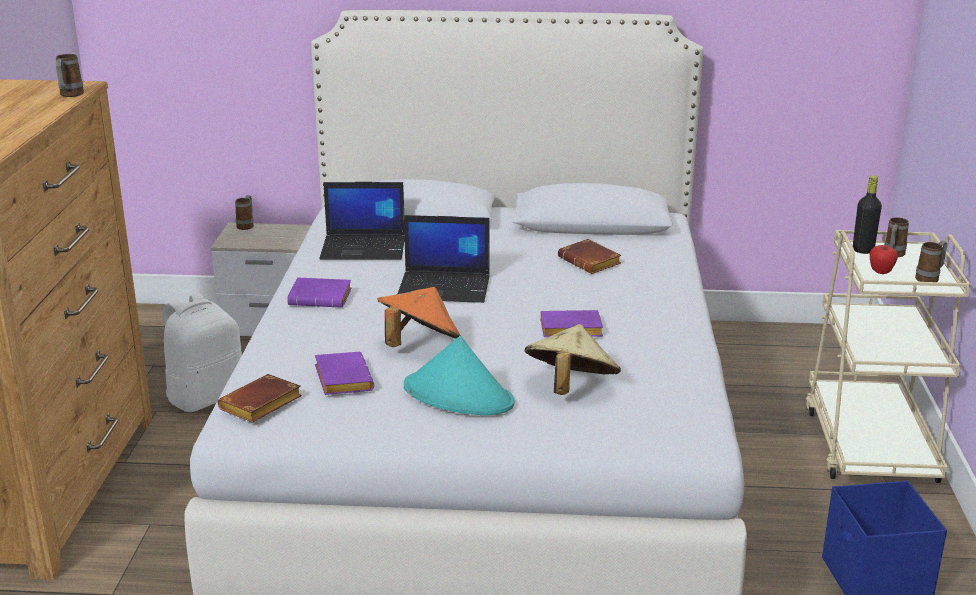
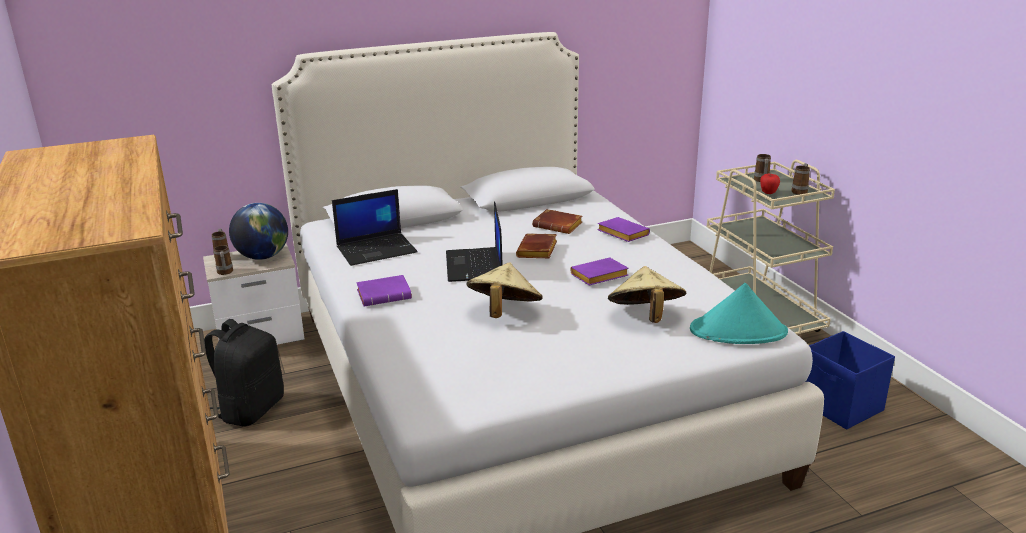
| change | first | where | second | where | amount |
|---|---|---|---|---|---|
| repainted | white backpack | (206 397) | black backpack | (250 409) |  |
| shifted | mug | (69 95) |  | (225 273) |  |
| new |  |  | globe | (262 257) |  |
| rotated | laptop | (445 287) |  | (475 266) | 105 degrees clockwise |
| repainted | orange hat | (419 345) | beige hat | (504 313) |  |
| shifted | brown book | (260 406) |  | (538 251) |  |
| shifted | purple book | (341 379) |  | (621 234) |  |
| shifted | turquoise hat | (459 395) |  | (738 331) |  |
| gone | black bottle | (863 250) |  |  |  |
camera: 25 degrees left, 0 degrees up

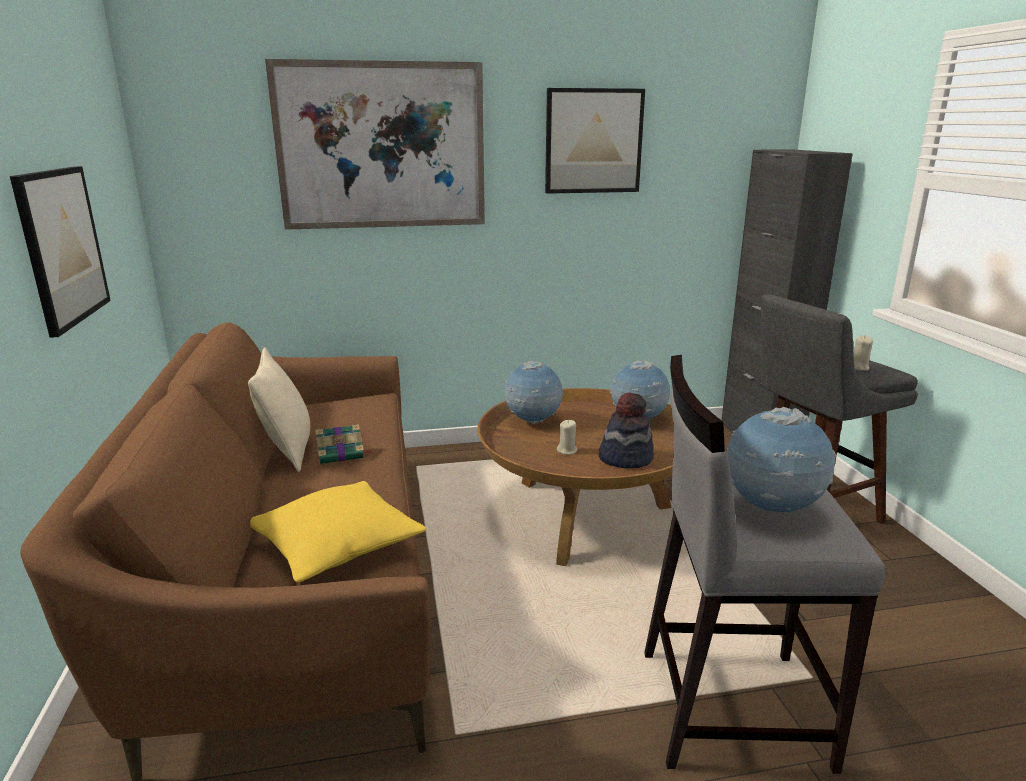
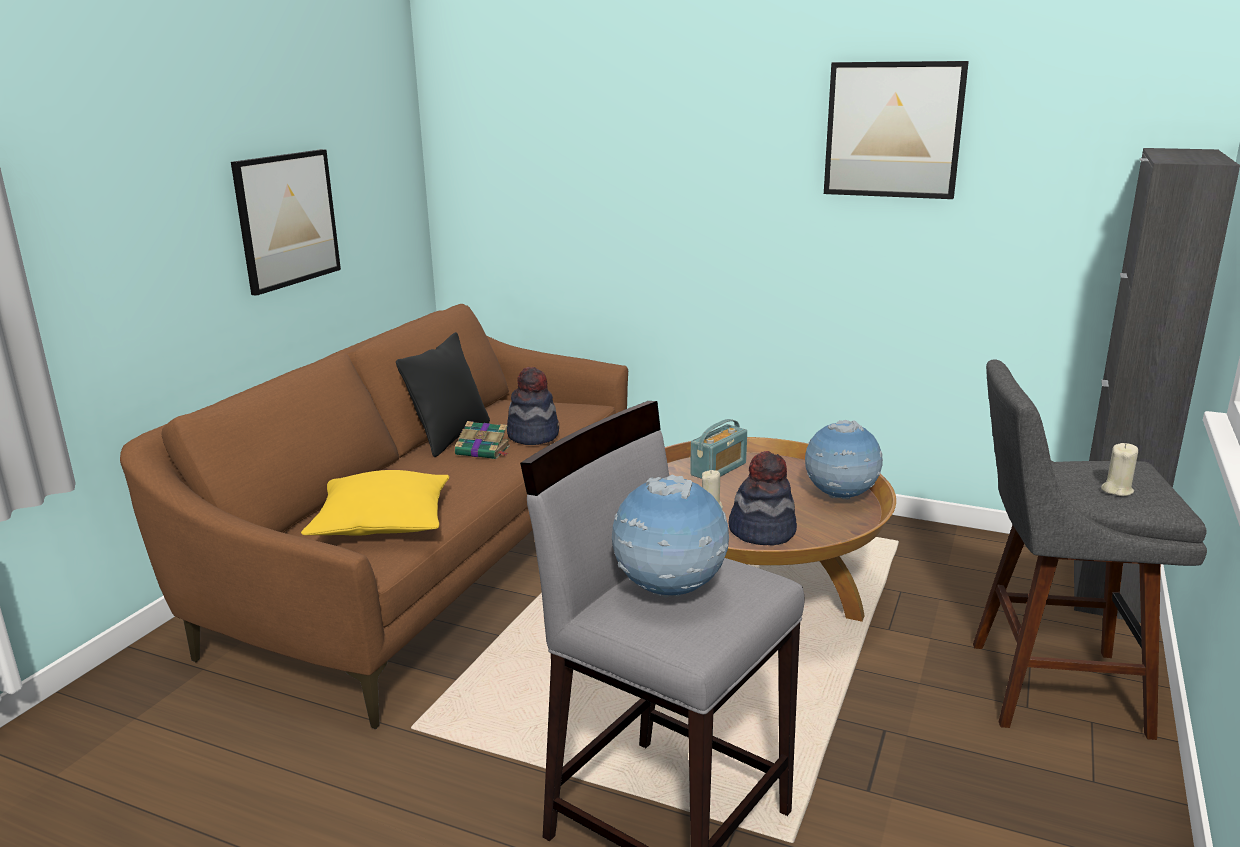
| change | first | where | second | where | amount |
|---|---|---|---|---|---|
| repainted | beige pillow | (288 450) | black pillow | (450 437) |  |
| new |  |  | hat | (533 435) |  |
| swapped | globe | (533 422) | radio | (718 469) |  |
| gone | picture | (382 146) |  |  |  |
camera: 35 degrees right, 0 degrees up

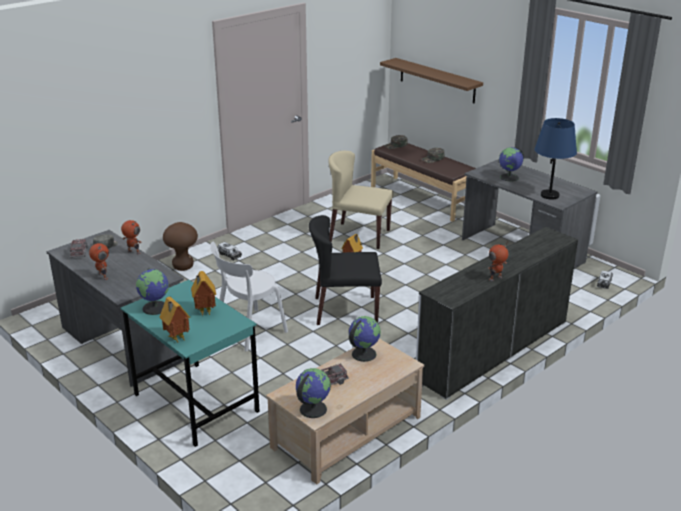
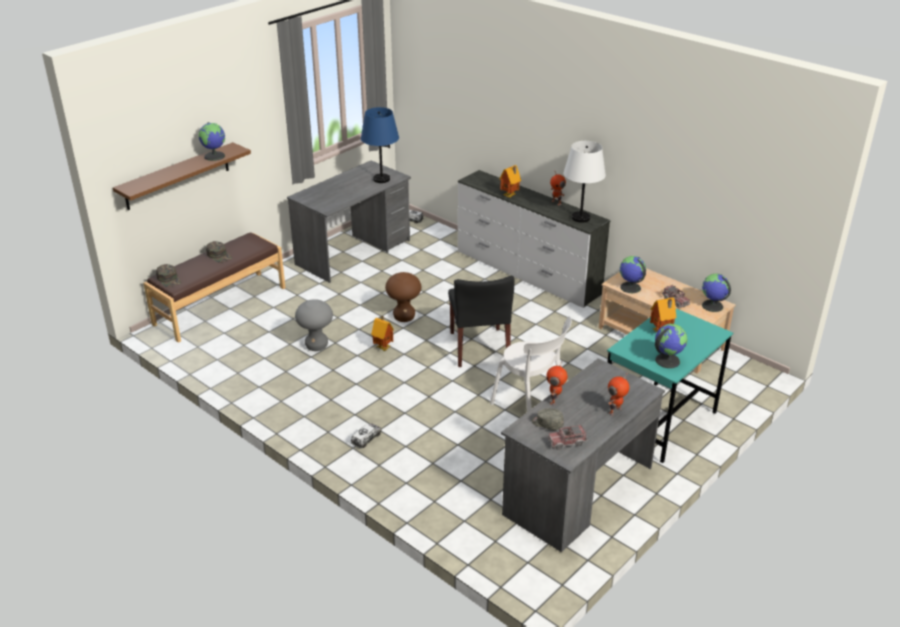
| change | first | where | second | where | amount |
|---|---|---|---|---|---|
| shifted | globe | (509 177) |  | (215 156) |  |
| swapped | beige chair | (359 236) | grey stool | (316 346) |  |
| shifted | brown stool | (183 266) |  | (404 317) |  |
| shifted | toy house | (176 338) |  | (510 196) |  |
| new |  |  | white table lamp | (581 218) |  |
camera: 95 degrees left, 5 degrees up

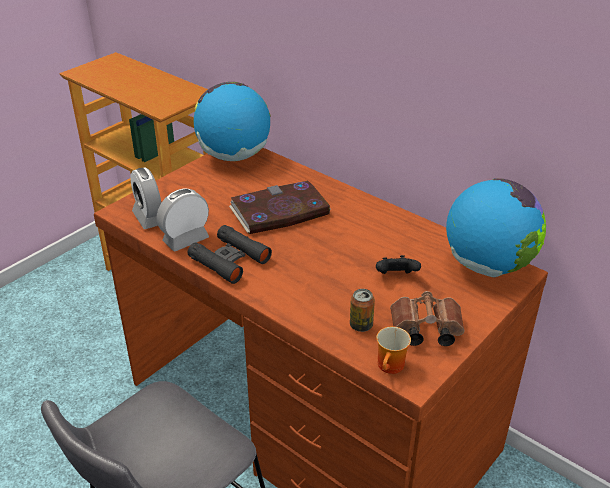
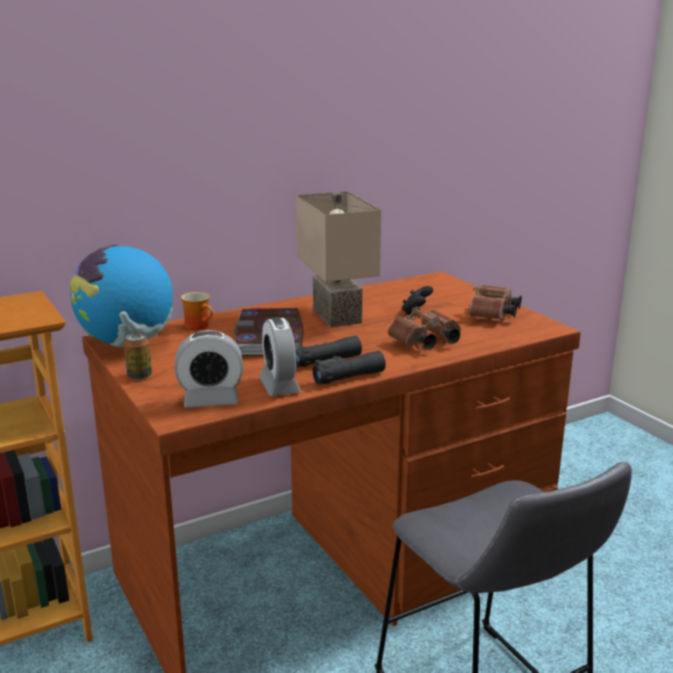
| change | first | where | second | where | amount |
|---|---|---|---|---|---|
| shifted | can | (361 325) |  | (139 376) |  |
| shifted | mug | (392 367) |  | (200 326) |  |
| new |  |  | beige table lamp | (340 316) |  |
| new |  |  | brown binoculars | (424 343) |  |
| gone | globe | (488 266) |  |  |  |
camera: 70 degrees left, 15 degrees down

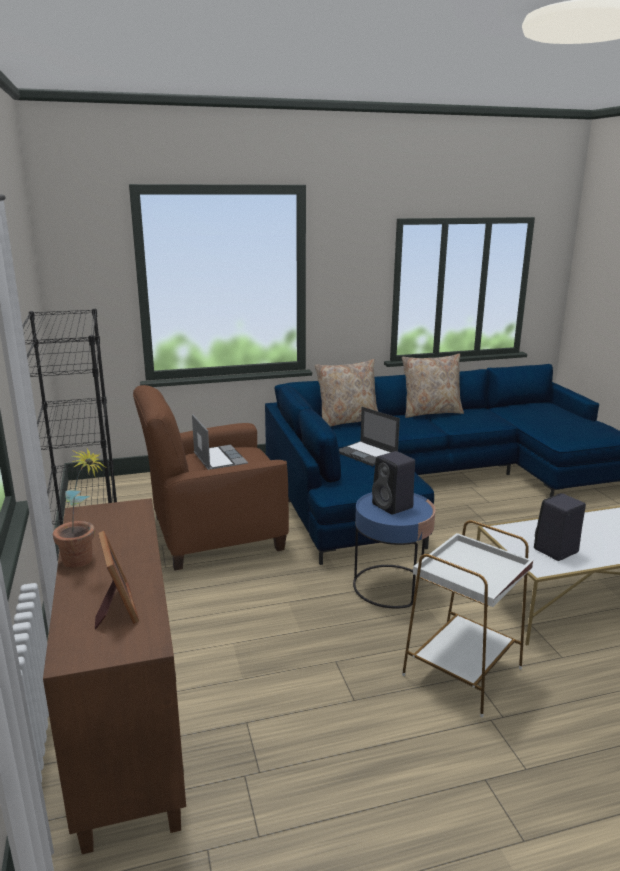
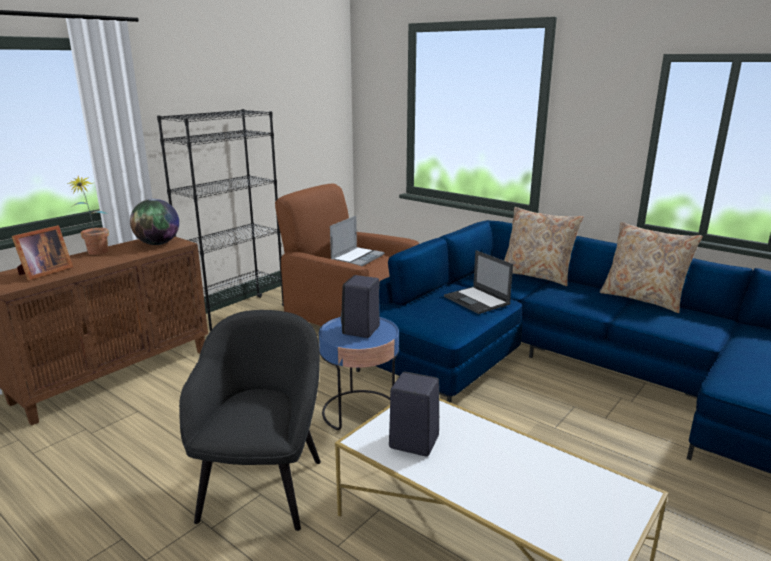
| change | first | where | second | where | amount |
|---|---|---|---|---|---|
| new |  |  | globe | (158 244) |  |
| swapped | white side table | (463 671) | black armchair | (263 487) |  |
| rotated | laptop | (367 454) |  | (477 300) | 45 degrees counterclockwise |
camera: 55 degrees right, 0 degrees up

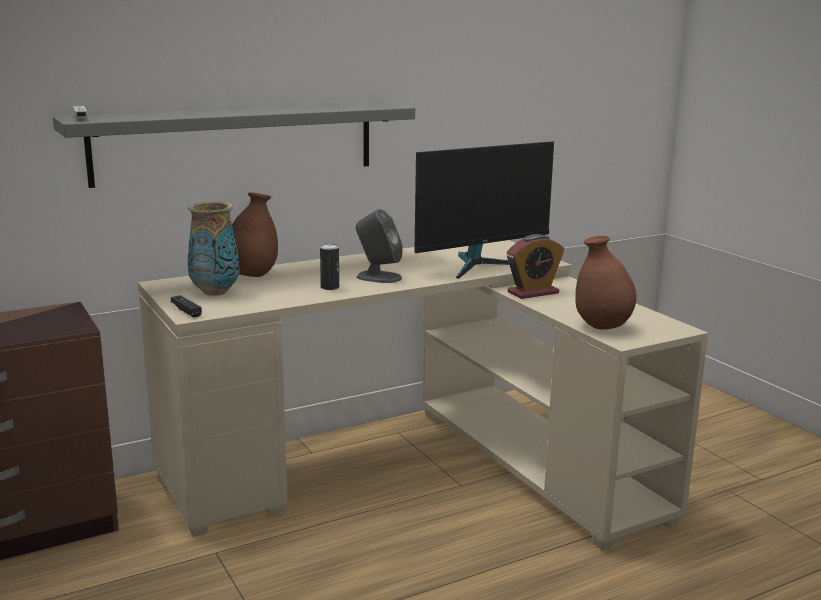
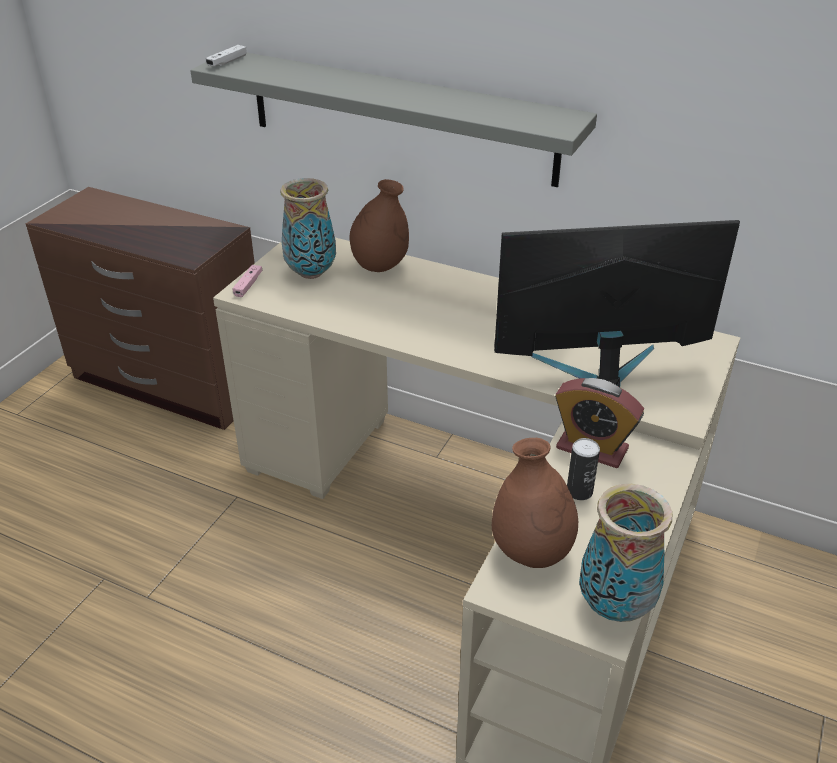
| change | first | where | second | where | amount |
|---|---|---|---|---|---|
| repainted | black game controller | (186 311) | pink game controller | (248 285) |  |
| rotated | monitor | (481 264) |  | (601 373) | 150 degrees clockwise |
| shifted | can | (330 287) |  | (579 491) |  |
| new |  |  | vase | (613 606) |  |
| gone | grey speaker | (378 277) |  |  |  |
camera: 55 degrees right, 20 degrees up

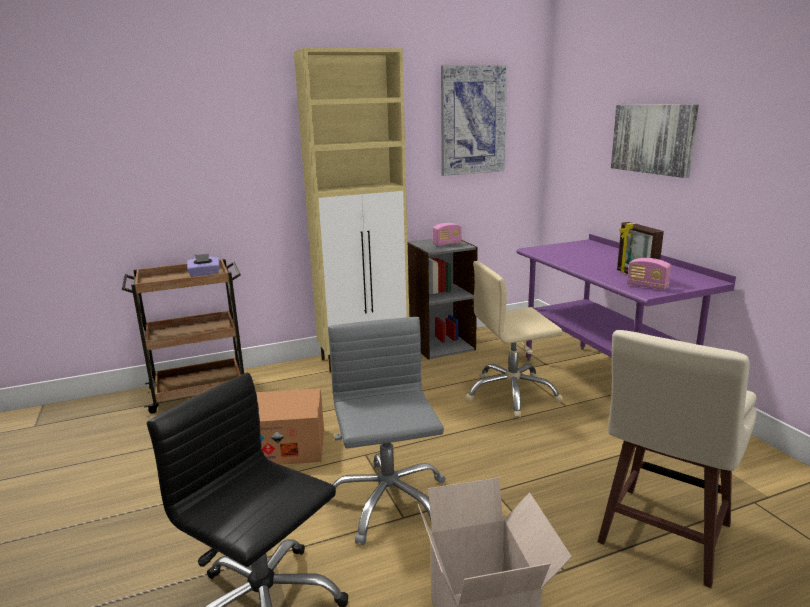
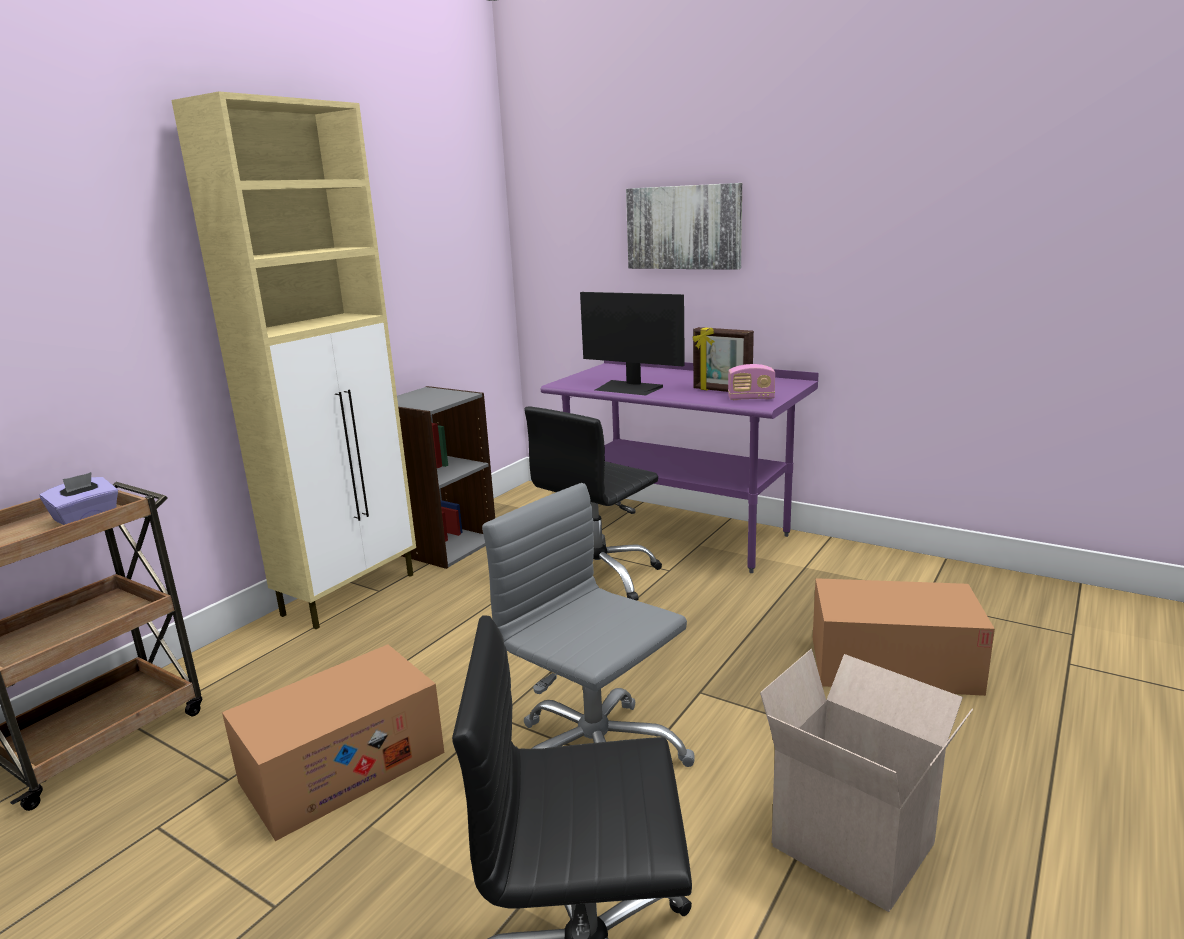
| change | first | where | second | where | amount |
|---|---|---|---|---|---|
| repainted | beige office chair | (511 394) | black office chair | (598 577) |  |
| new |  |  | monitor | (629 388) |  |
| swapped | beige stool | (662 535) | cardboard box | (893 665) |  |
| gone | radio | (447 244) |  |  |  |
| gone | picture | (472 120) |  |  |  |
camera: 35 degrees left, 0 degrees up

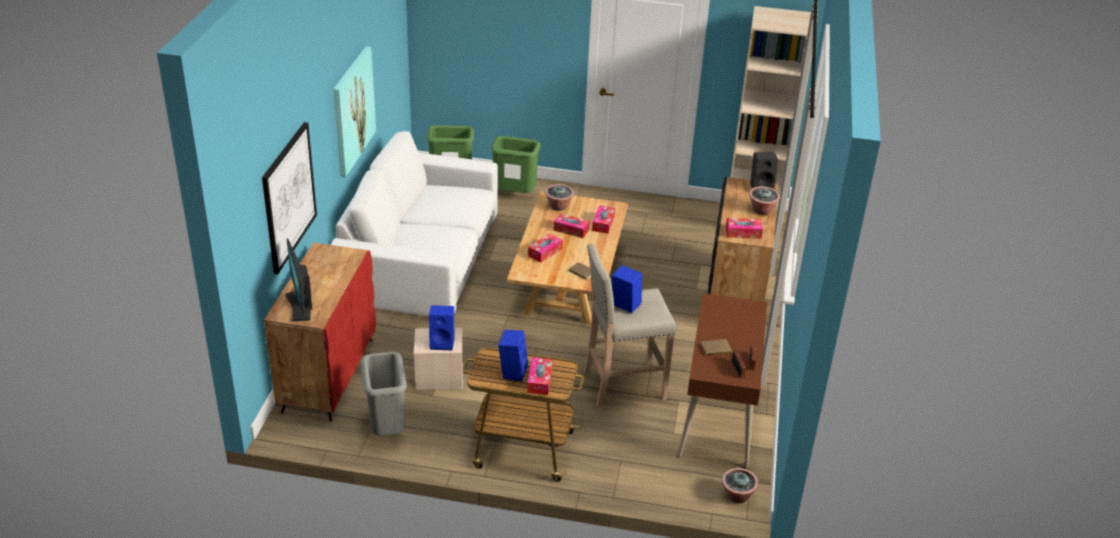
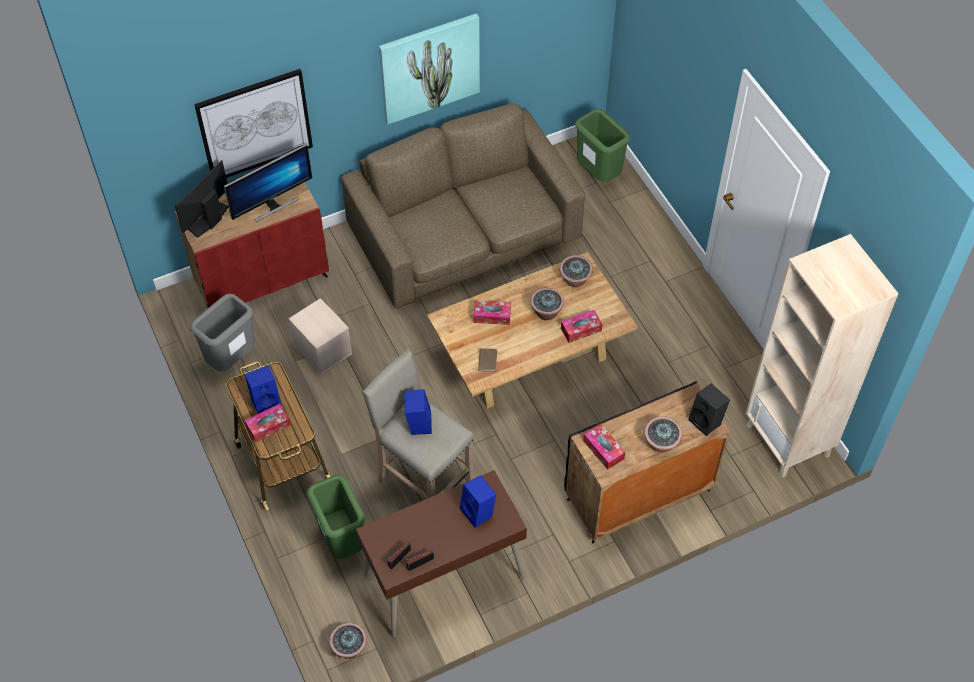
| change | first | where | second | where | amount |
|---|---|---|---|---|---|
| new |  |  | monitor | (272 205) |  |
| shifted | green trash can | (515 196) |  | (343 541) |  |
| repainted | white sofa | (422 259) | brown sofa | (464 233) |  |
| shifted | blue speaker | (443 342) |  | (479 512) |  |
| swapped | tissue box | (571 230) | potted plant | (546 312) |  |
| gone | brown book | (716 349) |  |  |  |
camera: 55 degrees right, 20 degrees up

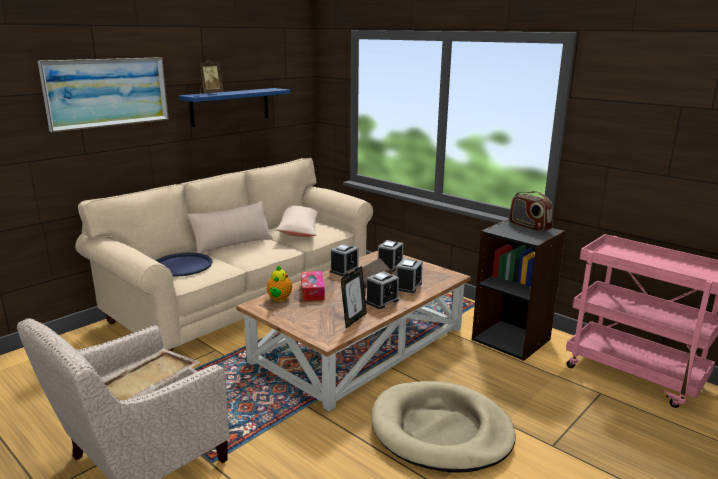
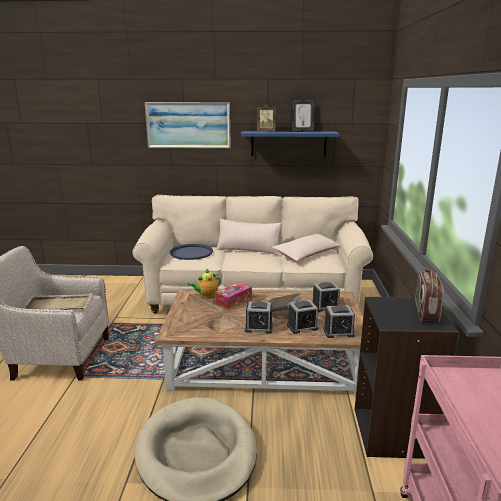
| change | first | where | second | where | amount |
|---|---|---|---|---|---|
| shifted | picture frame | (353 320) |  | (302 131) |  |
| shifted | alarm clock | (344 270) |  | (338 332) |  |
camera: 50 degrees right, 0 degrees up

